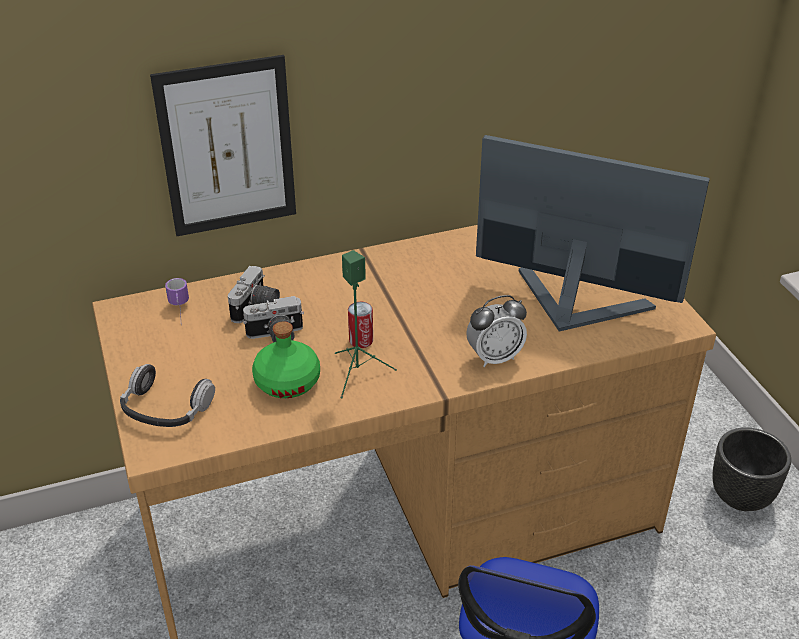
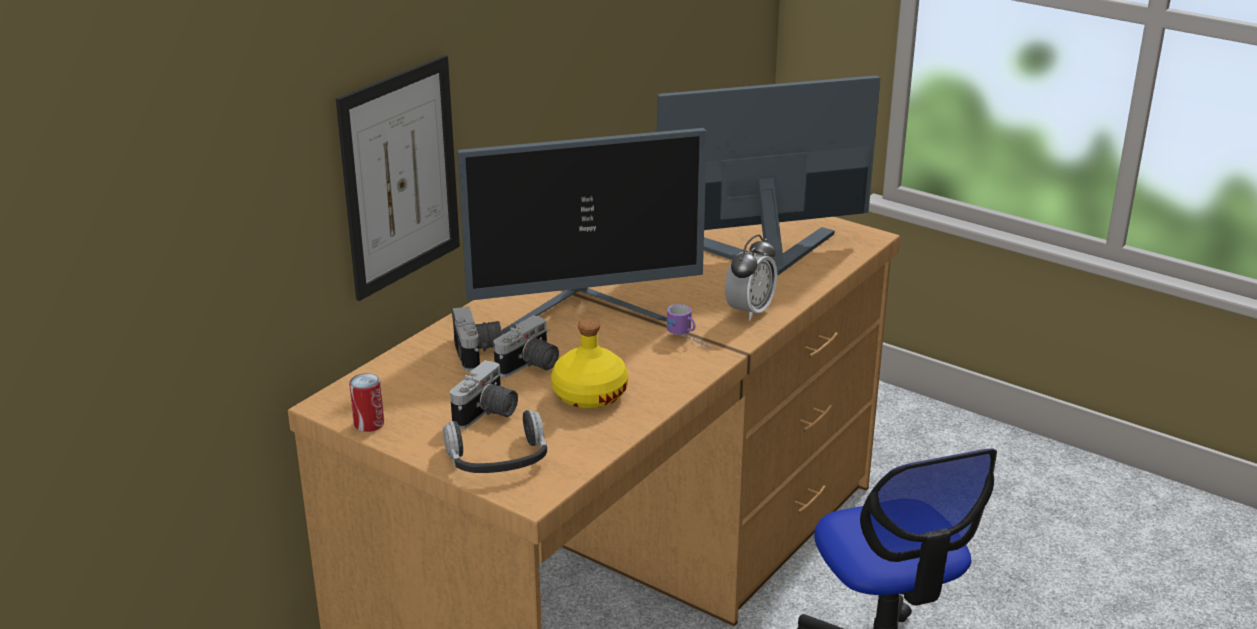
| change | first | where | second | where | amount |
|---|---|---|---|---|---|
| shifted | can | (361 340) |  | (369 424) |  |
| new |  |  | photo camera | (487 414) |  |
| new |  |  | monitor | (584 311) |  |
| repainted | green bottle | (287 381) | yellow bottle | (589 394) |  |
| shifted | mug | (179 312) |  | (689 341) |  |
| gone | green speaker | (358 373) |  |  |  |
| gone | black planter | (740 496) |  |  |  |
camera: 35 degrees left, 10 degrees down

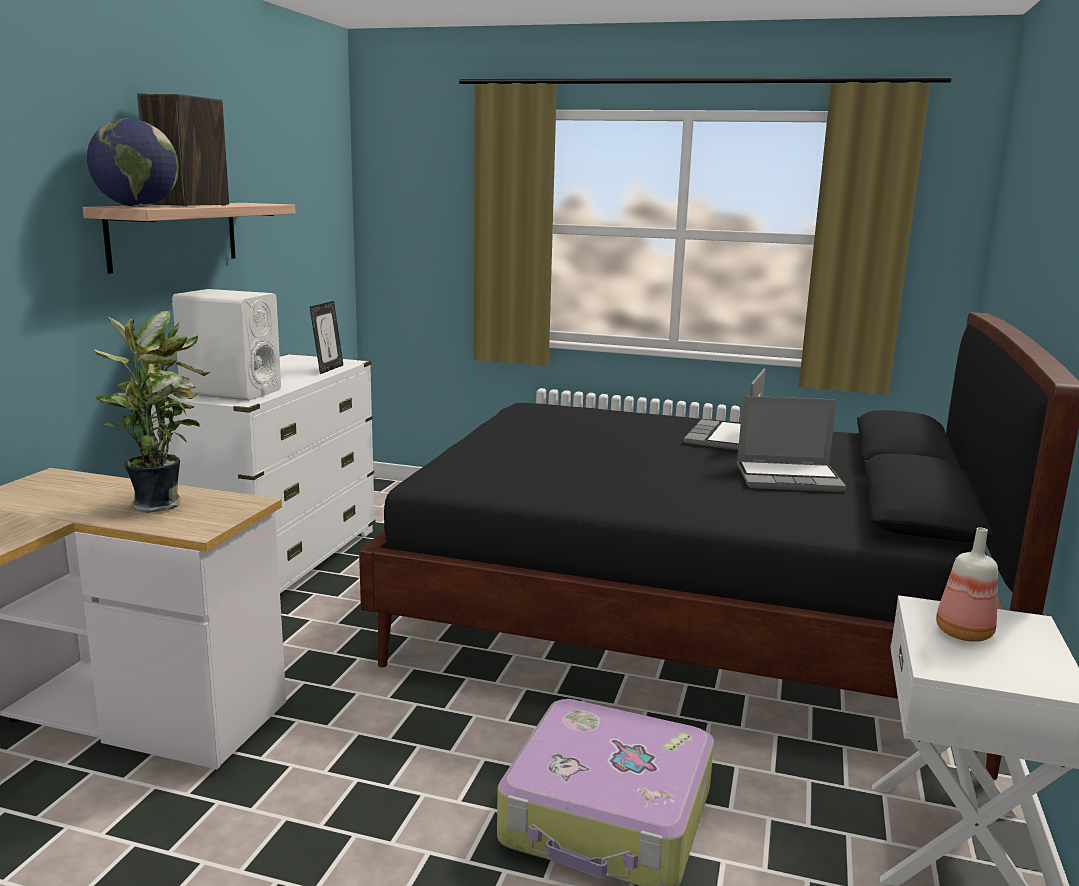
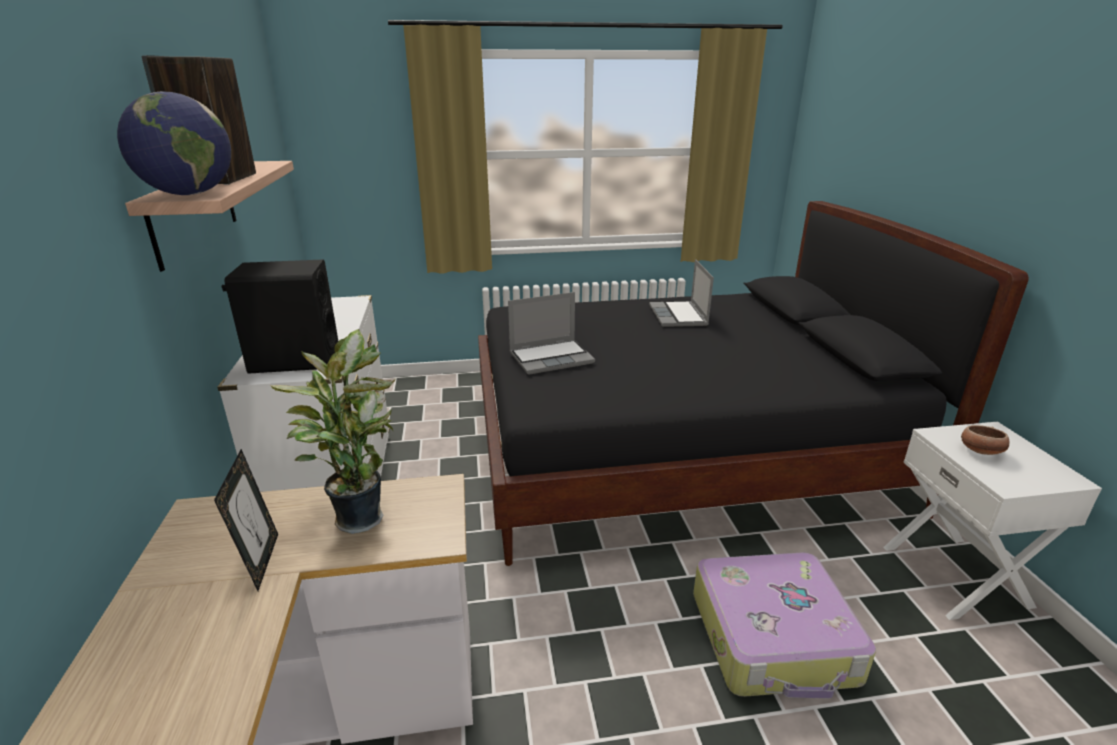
| change | first | where | second | where | amount |
|---|---|---|---|---|---|
| shifted | picture frame | (328 369) |  | (261 562) |  |
| repainted | white speaker | (230 391) | black speaker | (295 360) |  |
| shifted | laptop | (789 478) |  | (552 358) |  |
| swapped | bottle | (962 633) | bowl | (980 451) |  |
camera: 25 degrees left, 10 degrees up

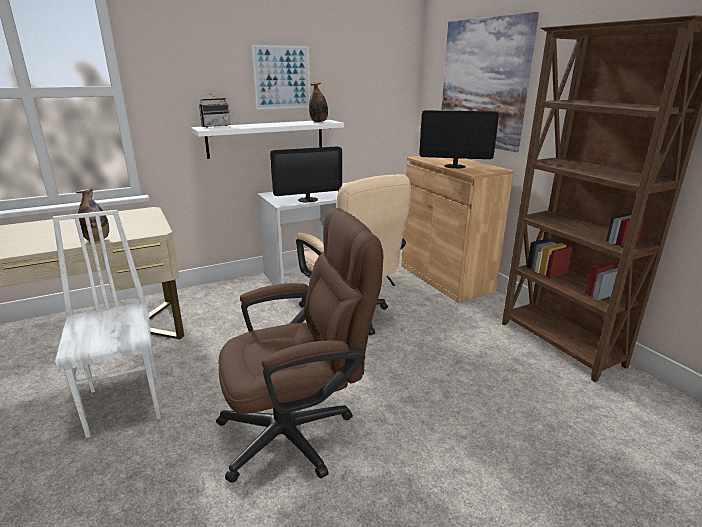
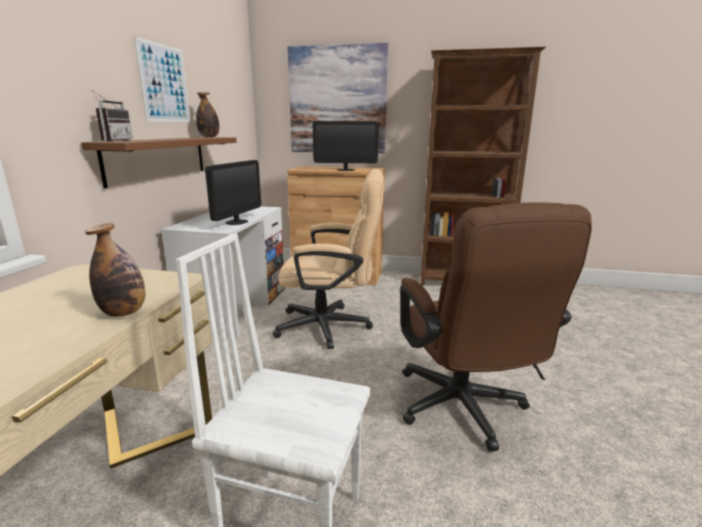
| change | first | where | second | where | amount |
|---|---|---|---|---|---|
| repainted | white shelf | (266 138) | brown shelf | (158 158) |  |
| rotated | monitor | (455 166) |  | (345 170) | 135 degrees counterclockwise |
| rotated | brown office chair | (298 431) |  | (464 411) | 150 degrees clockwise |
camera: 50 degrees left, 5 degrees down

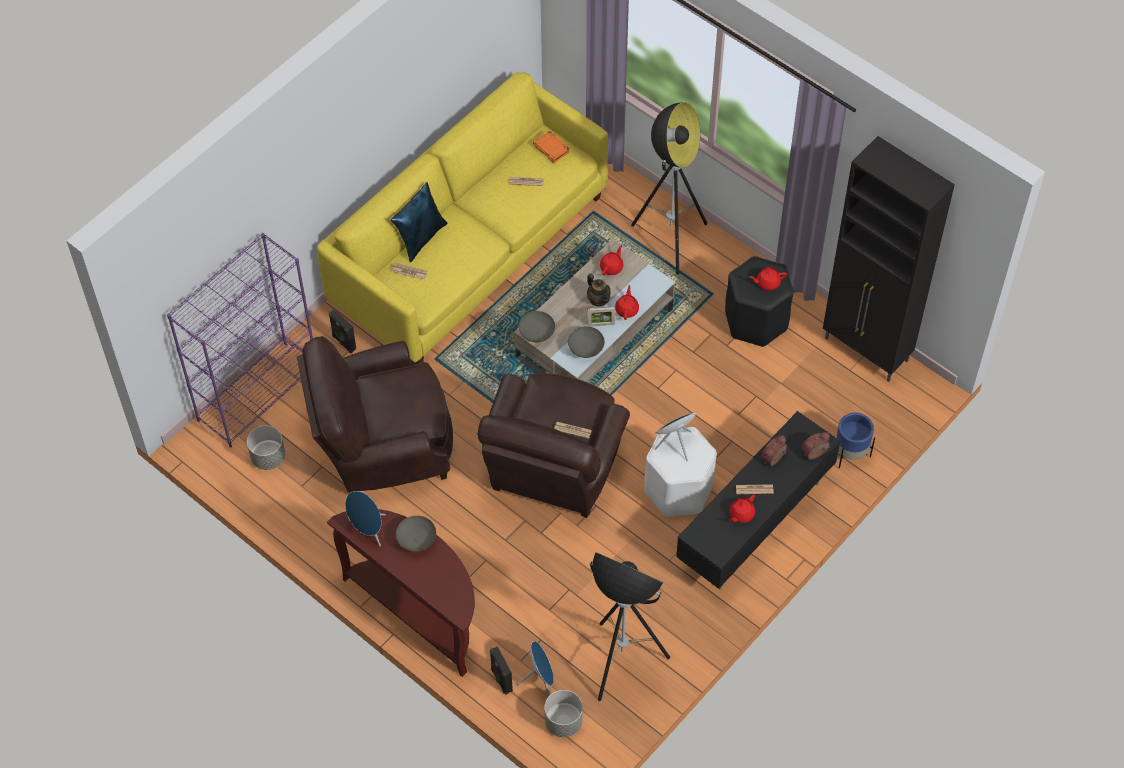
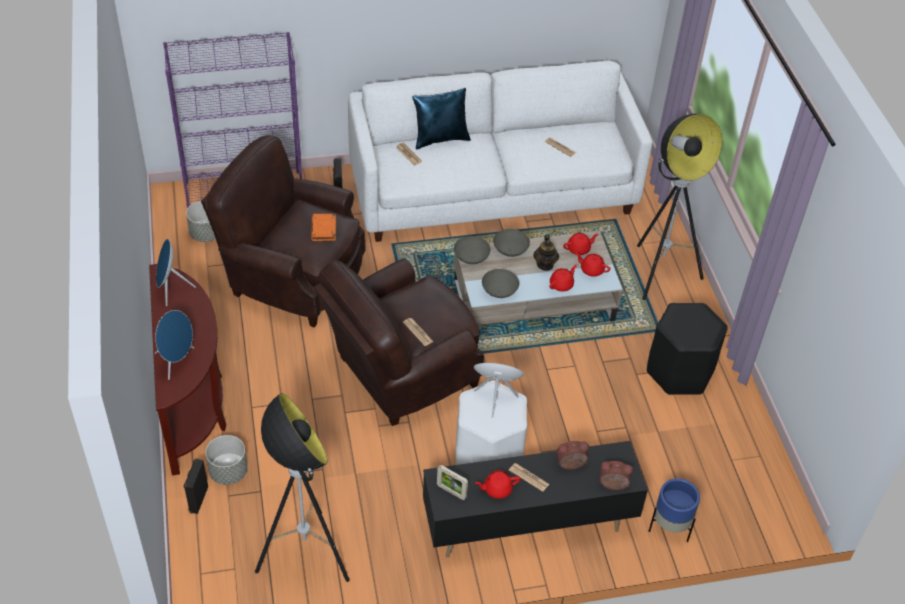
| change | first | where | second | where | amount |
|---|---|---|---|---|---|
| shifted | blue speaker | (540 680) |  | (177 361) |  |
| shifted | grey planter | (563 722) |  | (228 472) |  |
| shifted | orange book | (552 149) |  | (324 229) |  |
| repainted | yellow sofa | (469 249) | white sofa | (493 190) |  |
| shifted | picture frame | (601 324) |  | (451 492) |  |
| shifted | grey bowl | (416 540) |  | (510 251) |  |
| shifted | red teapot | (767 283) |  | (591 270) |  |
| gone | black cabinet | (867 350) |  |  |  |
camera: 35 degrees right, 10 degrees down

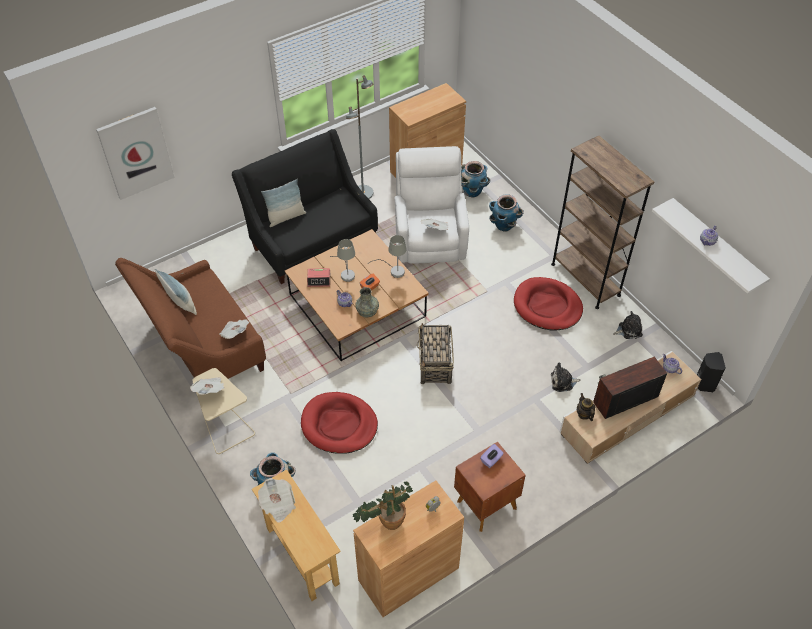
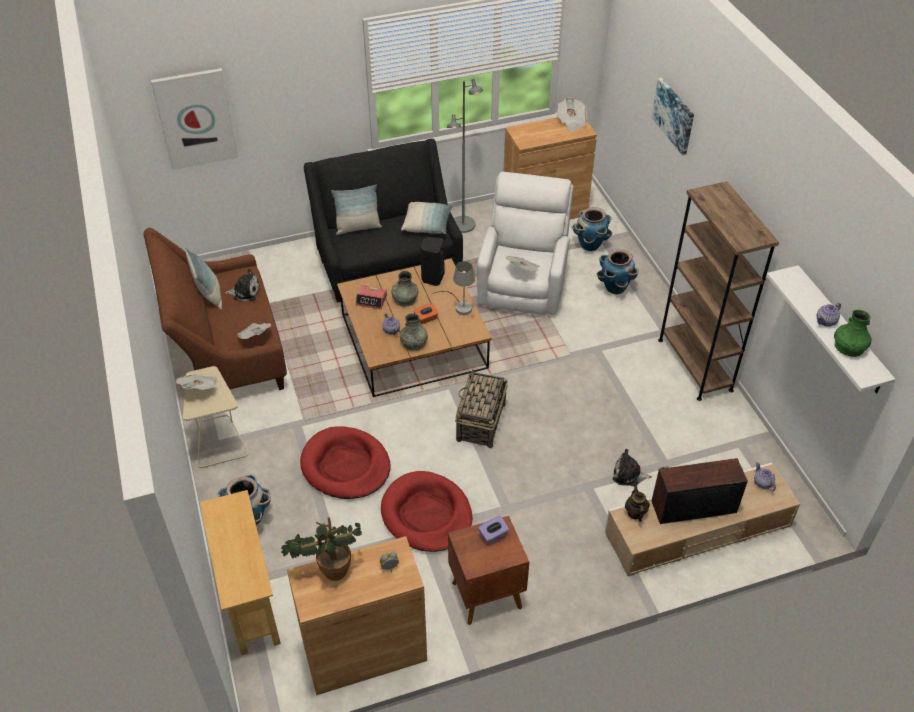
| change | first | where | second | where | amount |
|---|---|---|---|---|---|
| shifted | plush toy | (628 330) |  | (245 292) |  |
| shifted | red dog bed | (547 306) |  | (426 514) |  |
| swapped | grey table lamp | (346 273) | grey vase | (405 299) |  |
| new |  |  | pillow | (427 224) |  |
| shifted | black speaker | (704 383) |  | (432 277) |  |
| shifted | newspaper | (278 504) |  | (571 122) |  |
| new |  |  | picture | (674 115) |  |
| new |  |  | green vase | (849 347) |  |
camera: 15 degrees right, 5 degrees down

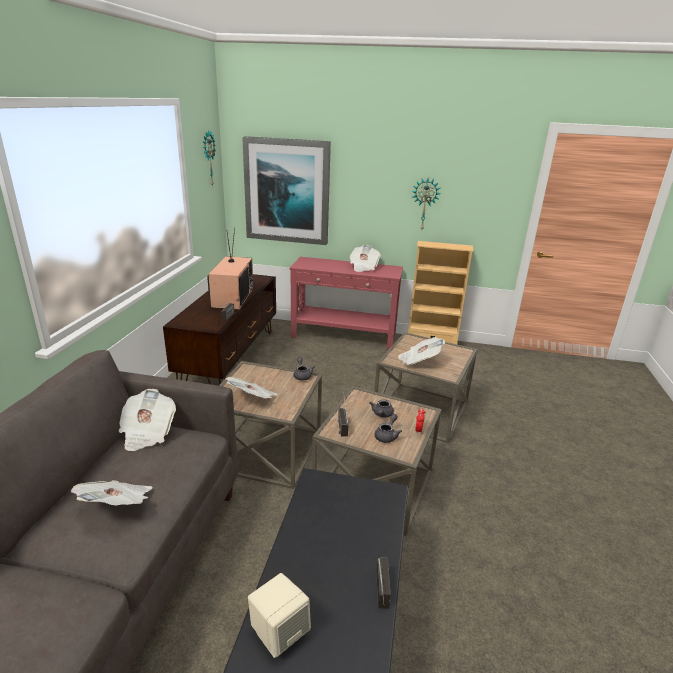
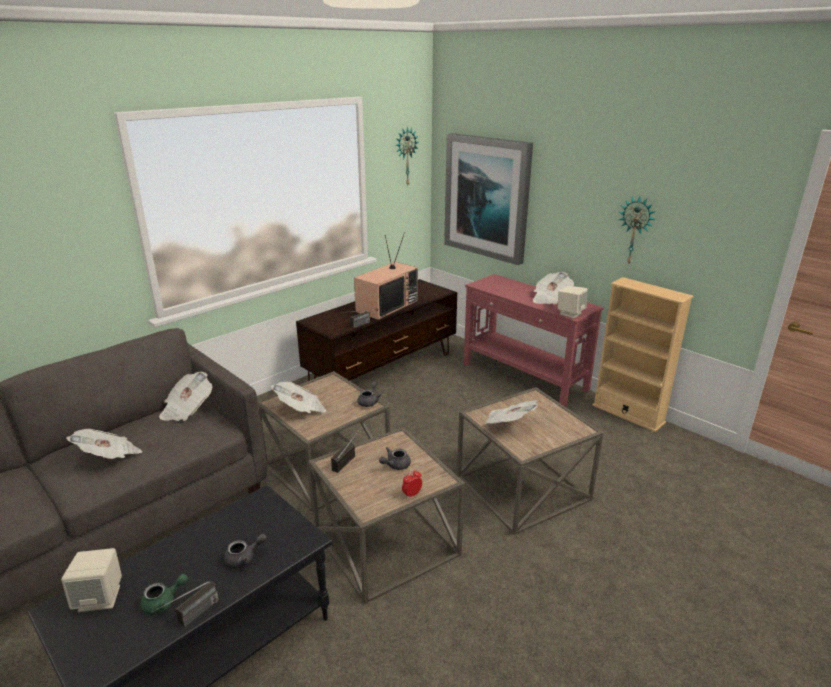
| change | first | where | second | where | amount |
|---|---|---|---|---|---|
| new |  |  | green teapot | (164 602) |  |
| shifted | grey teapot | (387 435) |  | (244 558) |  |
| new |  |  | beige speaker | (570 313) |  |
camera: 35 degrees right, 0 degrees up

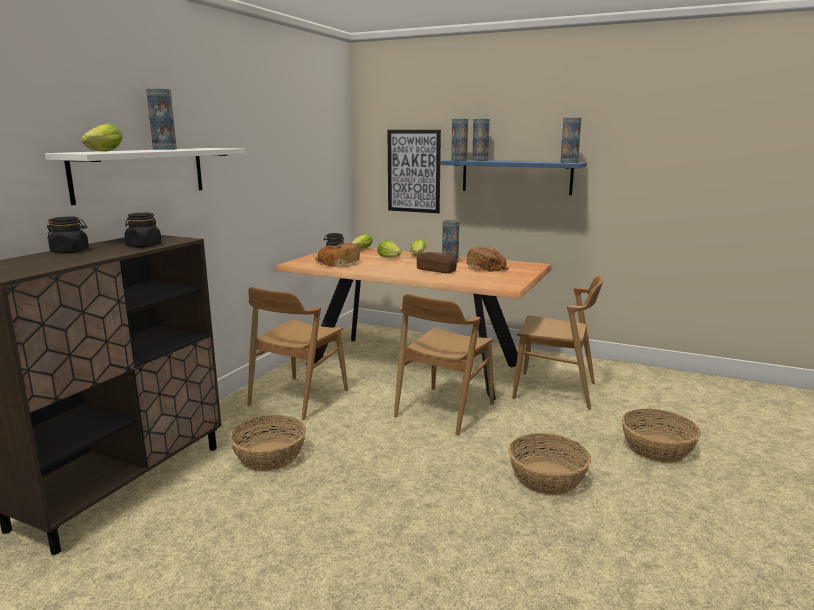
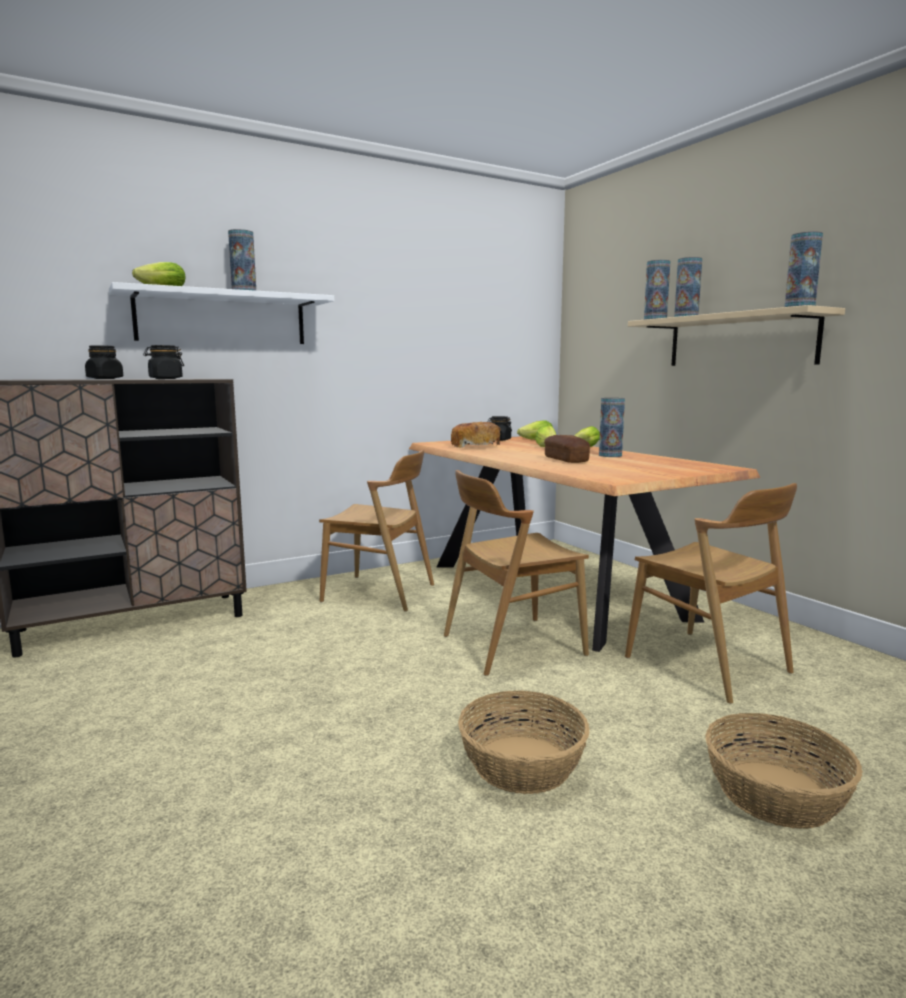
| change | first | where | second | where | amount |
|---|---|---|---|---|---|
| rotated | brown chair | (298 397) |  | (379 593) | 135 degrees counterclockwise |
| repainted | blue shelf | (516 176) | beige shelf | (740 340) |  |
| gone | basket | (270 456) |  |  |  |
| gone | picture | (414 171) |  |  |  |
| gone | bread | (488 267) |  |  |  |
camera: 35 degrees right, 5 degrees down

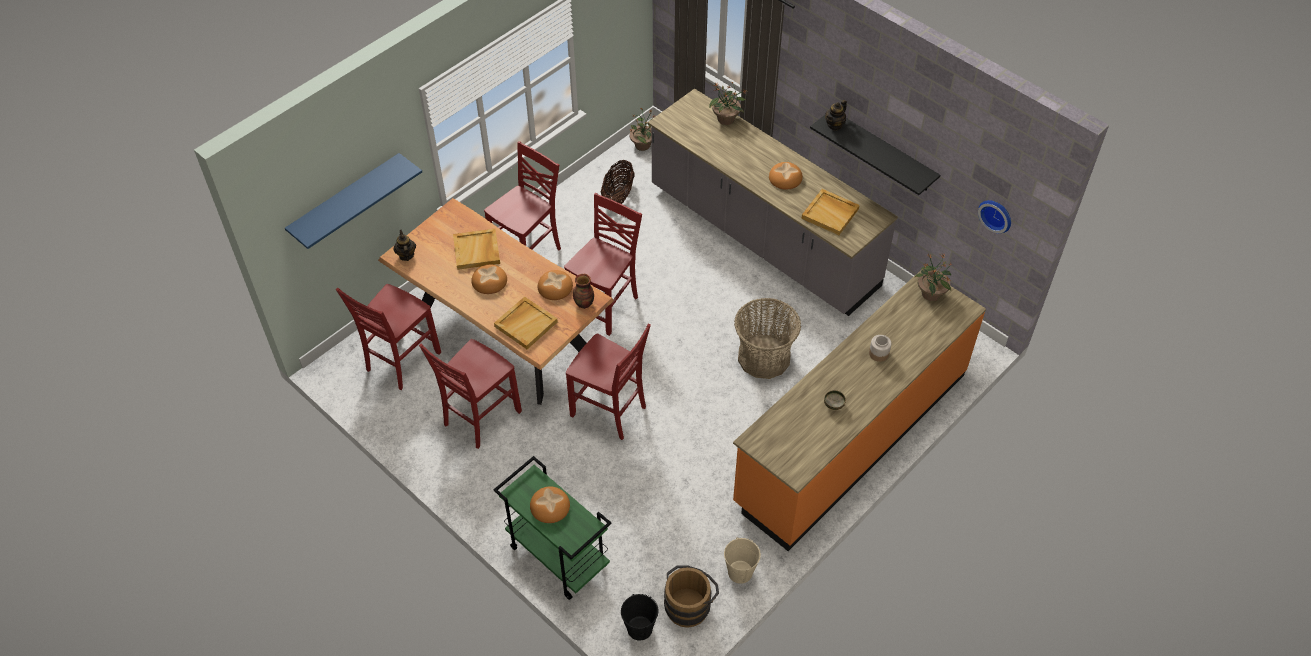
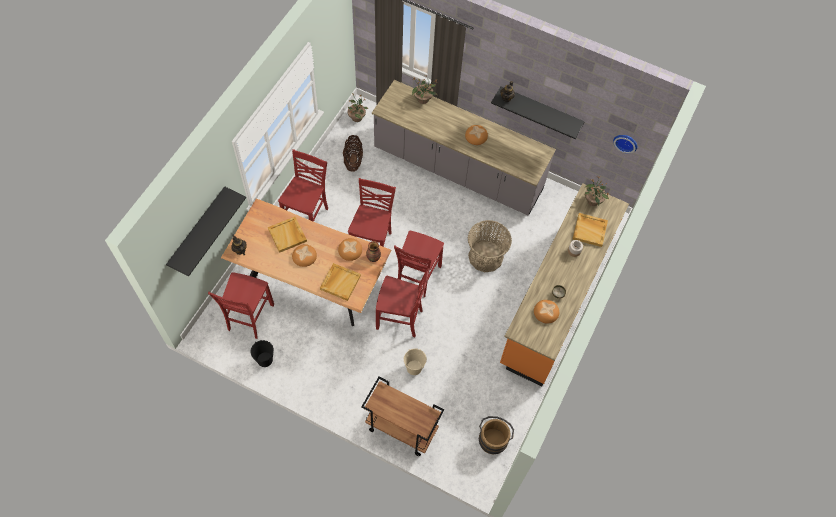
| change | first | where | second | where | amount |
|---|---|---|---|---|---|
| repainted | blue shelf | (346 200) | black shelf | (198 229) |  |
| shifted | black bucket | (639 628) |  | (265 360) |  |
| repainted | green cart | (557 556) | brown cart | (400 429) |  |
| shifted | red chair | (480 418) |  | (417 277) |  |
| shifted | beige bucket | (740 572) |  | (414 368) |  |
| shifted | bread | (549 506) |  | (546 312) |  |
| shifted | beige tray | (830 213) |  | (590 230) |  |
camera: 20 degrees left, 10 degrees up

